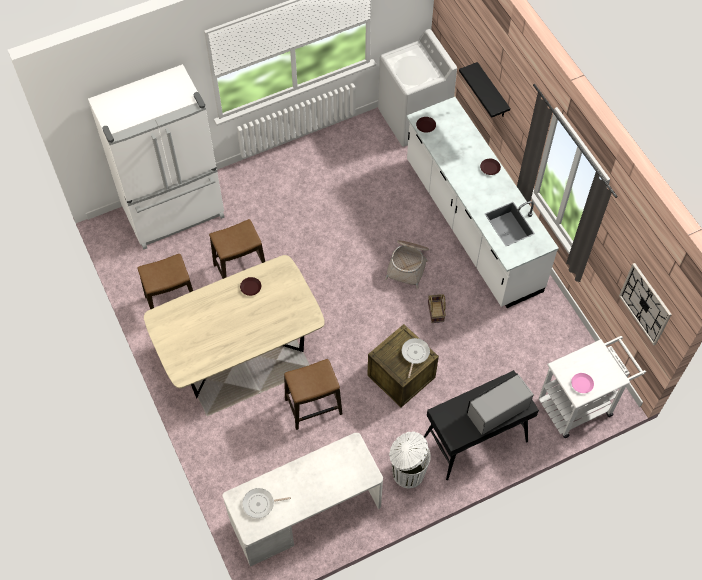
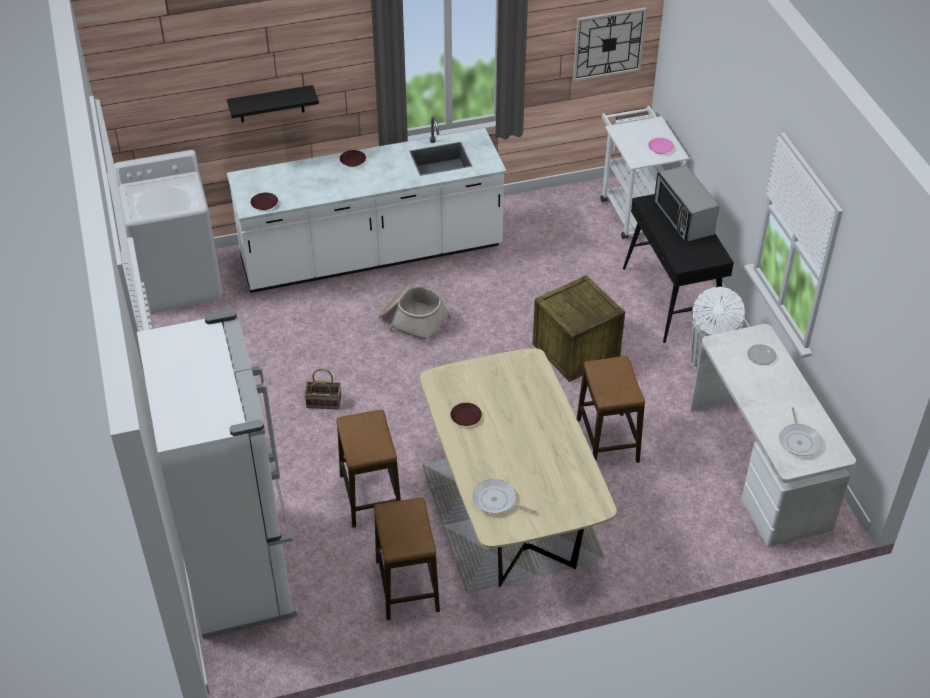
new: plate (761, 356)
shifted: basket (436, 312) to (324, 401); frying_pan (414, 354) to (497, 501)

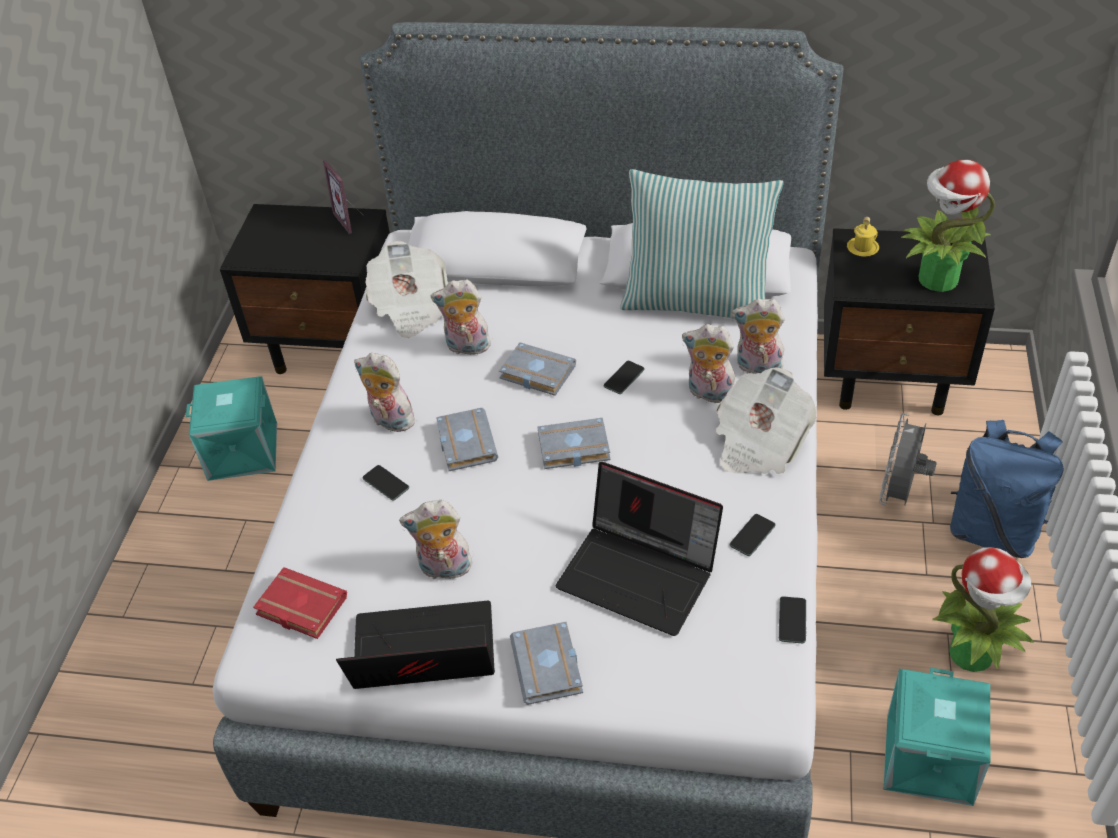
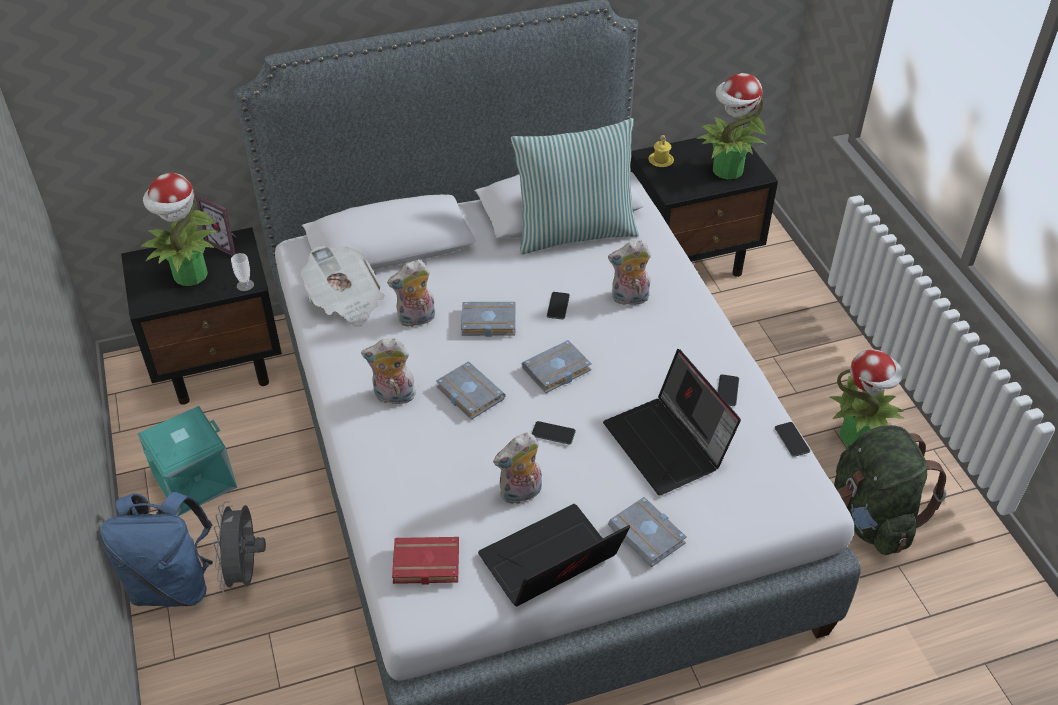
gone: newspaper (759, 443); plush_toy (757, 368)
new: potted_plant (190, 275); cup (245, 285)
shifted: blue_backpack (993, 531) to (173, 584); grey_fan (899, 493) to (245, 572); phone (385, 483) to (553, 433)
swapped: turquoise_storage_box (931, 759) to green_backpack (872, 518)
rotated: laptop (641, 574) = (668, 445) 60 degrees clockwise

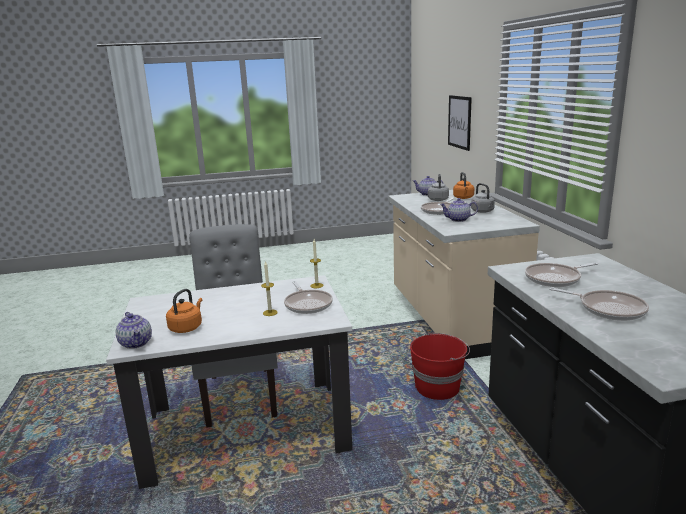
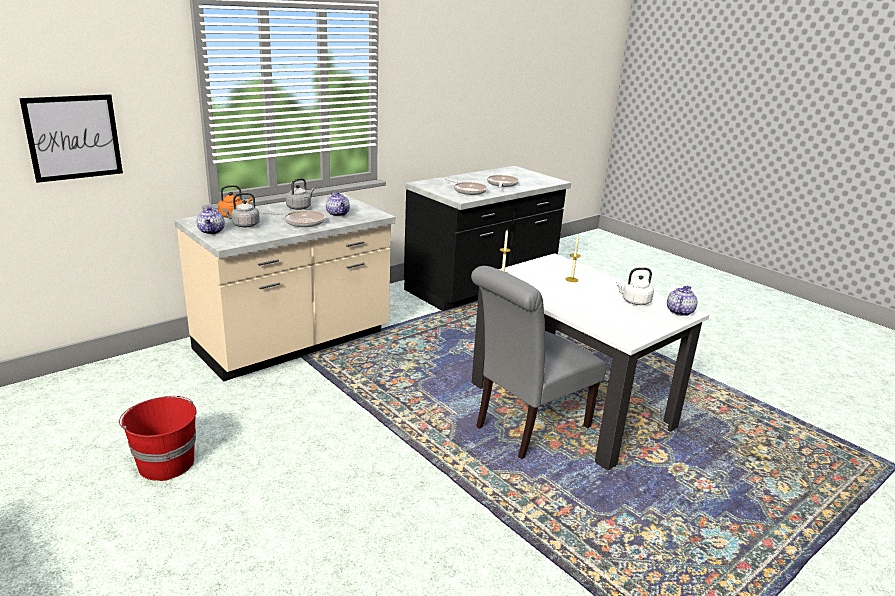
gone: frying_pan (307, 304)
shifted: red_bucket (438, 388) to (165, 463)
repainted: orange_kettle (187, 327) to white_kettle (634, 301)

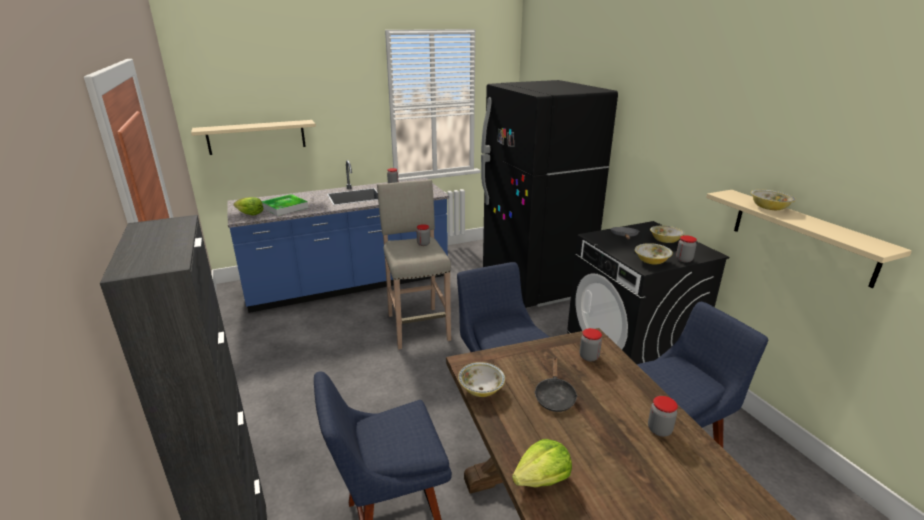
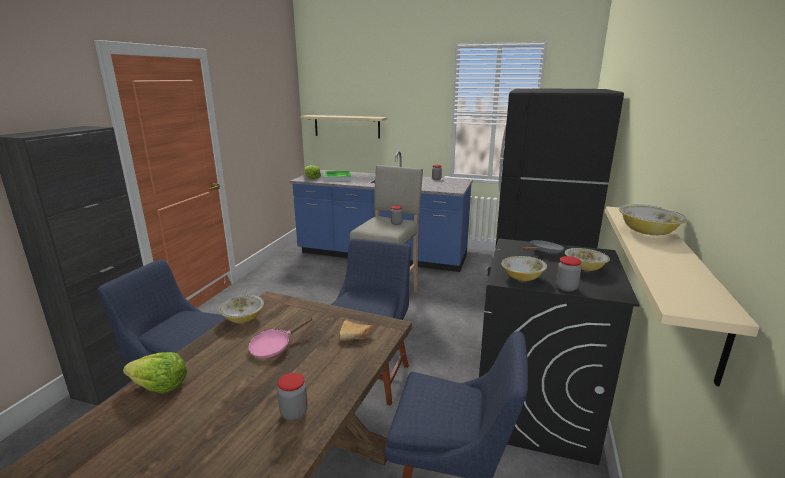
swapped: jar (589, 357) to bread (356, 336)
repainted: black_frying_pan (554, 396) to pink_frying_pan (274, 347)

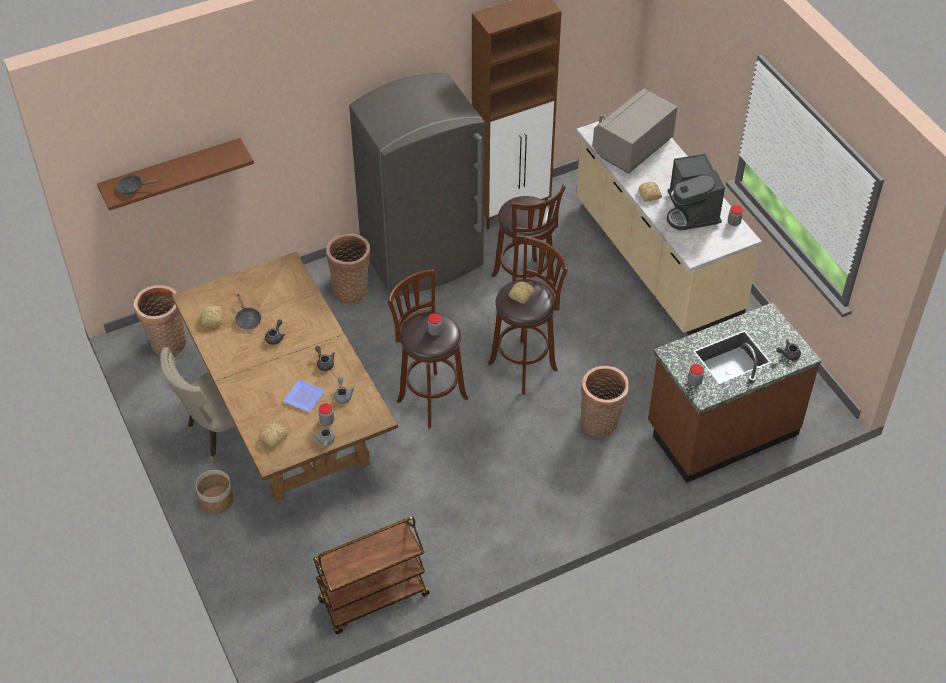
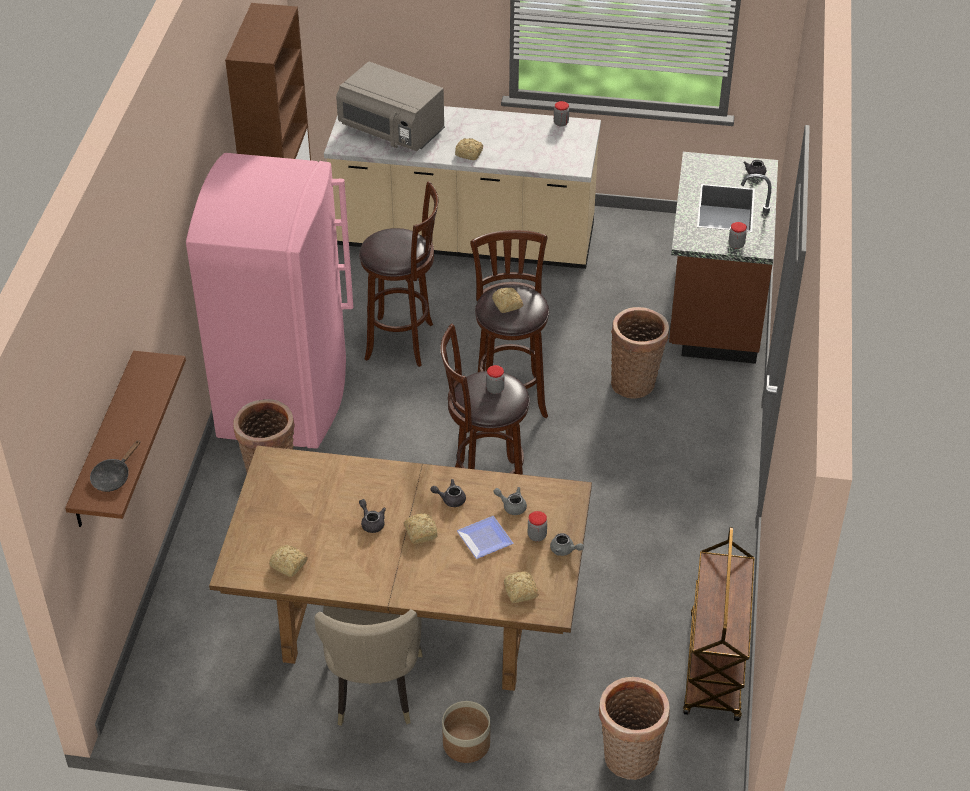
gone: black_frying_pan (247, 319); coffee_machine (691, 211)
new: bread (421, 532)
shifted: basket (166, 343) to (629, 760)
repainted: grey_fridge (423, 258) to pink_fridge (285, 398)
rotated: grey_microwave (632, 146) = (391, 131) 45 degrees counterclockwise

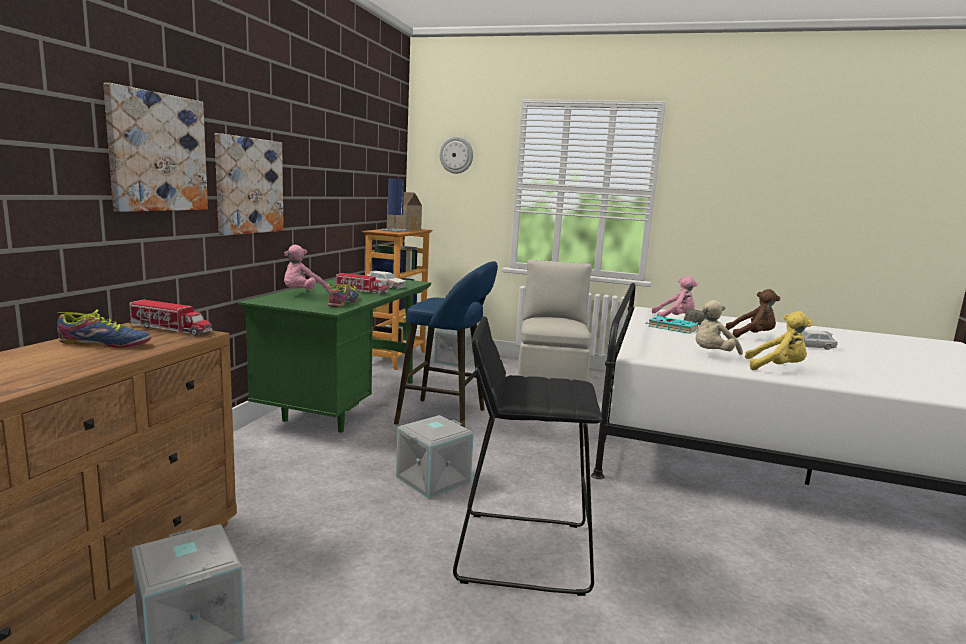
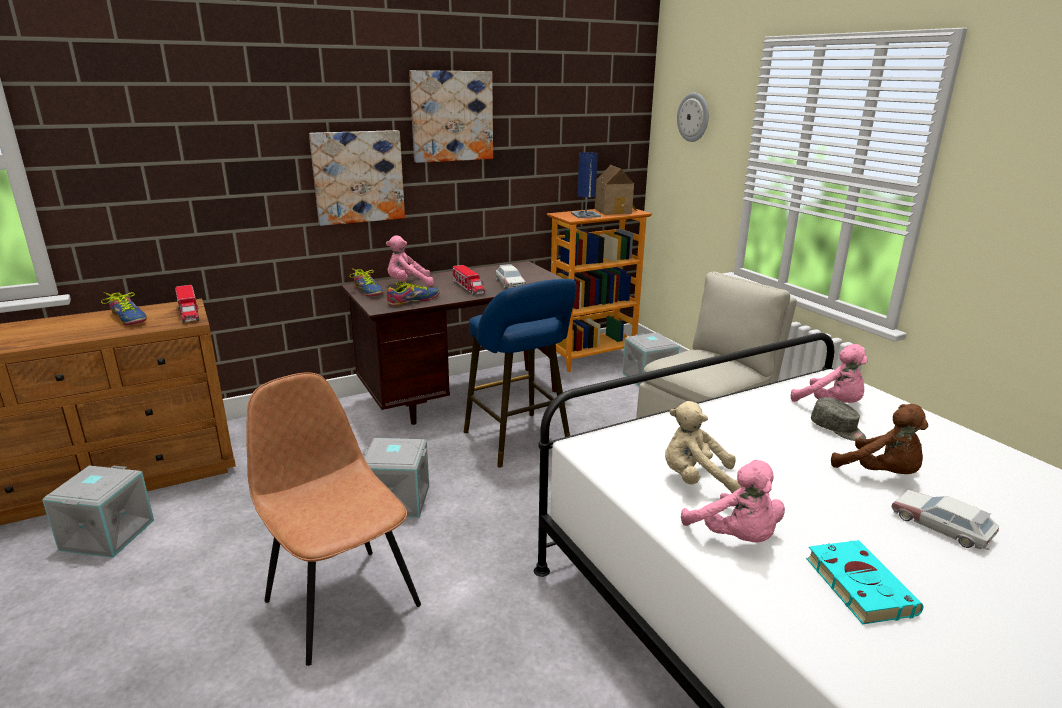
new: shoe (368, 291)
shifted: picture (157, 152) to (451, 116); turquoise_book (671, 328) to (857, 584)
swapped: black_stool (521, 550) to brown_chair (341, 600)
repainted: green_desk (346, 404) to brown_desk (463, 397); yellow_plush_toy (777, 368) to pink_plush_toy (735, 537)

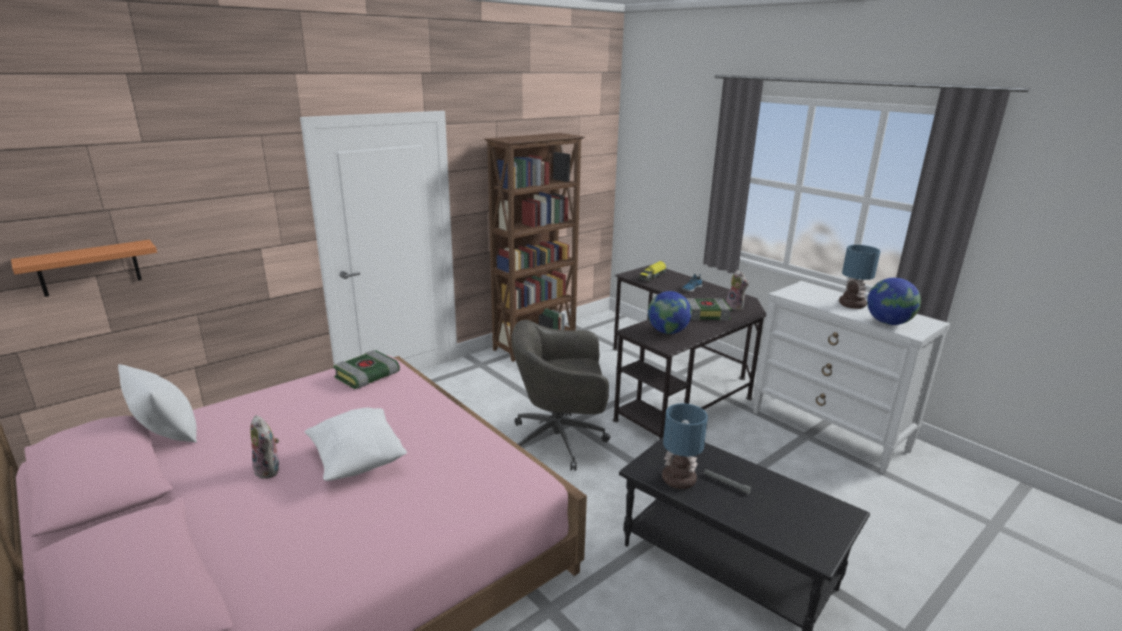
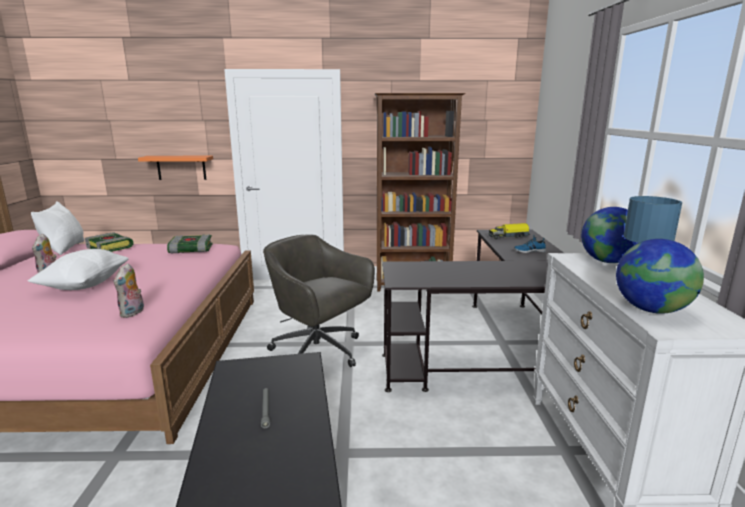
gone: table_lamp (680, 480)
shifted: book (706, 314) to (111, 248); plush_toy (735, 307) to (133, 313); orange_shelf (89, 268) to (181, 167); globe (667, 332) to (607, 261)

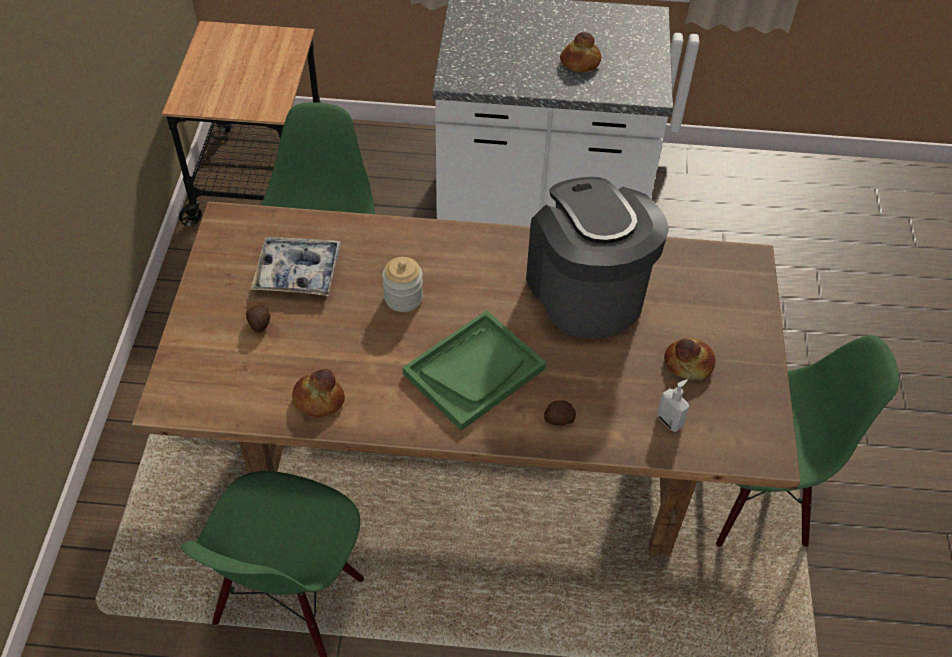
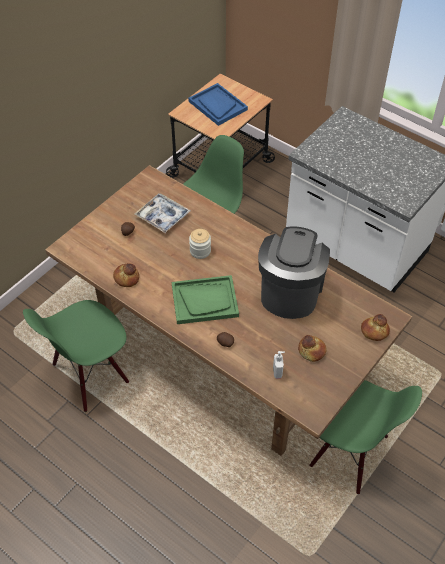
new: blue_tray (217, 105)
shifted: bread (579, 63) to (374, 331)

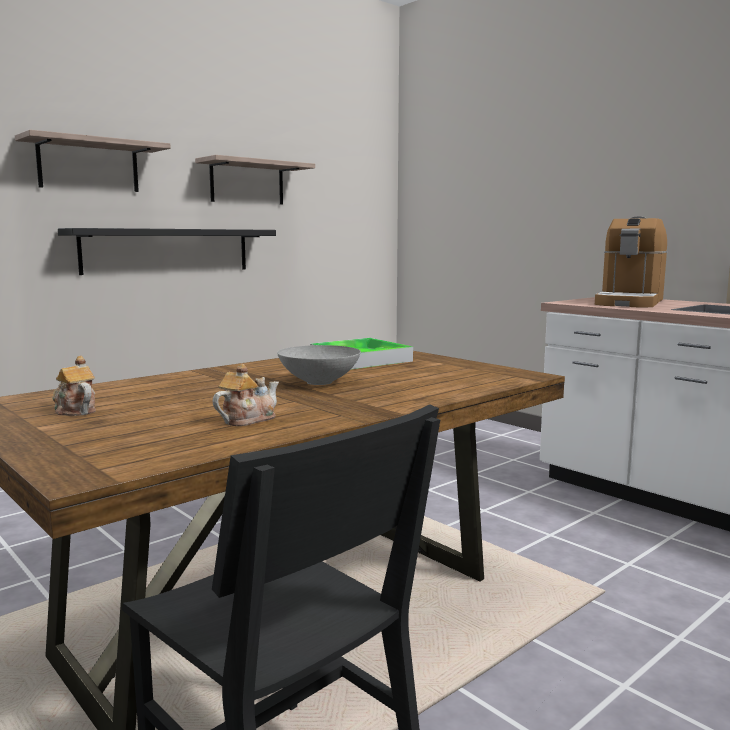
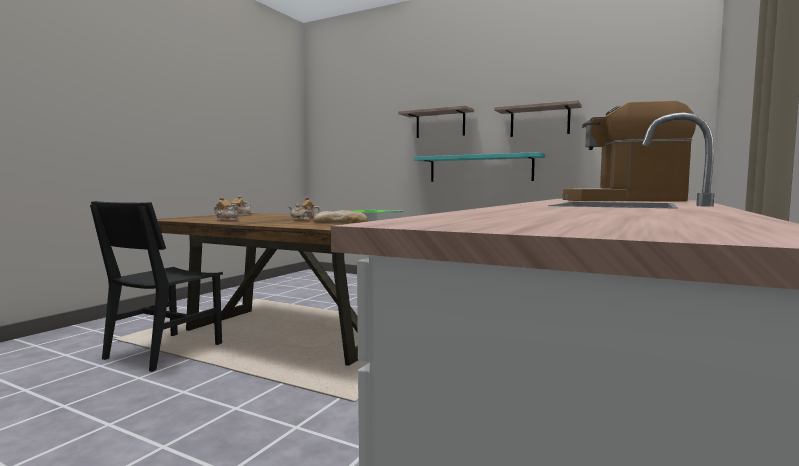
new: bread (340, 222)
swapped: grey_bowl (320, 382) to teapot (304, 220)
repainted: black_shelf (168, 250) to turquoise_shelf (480, 168)

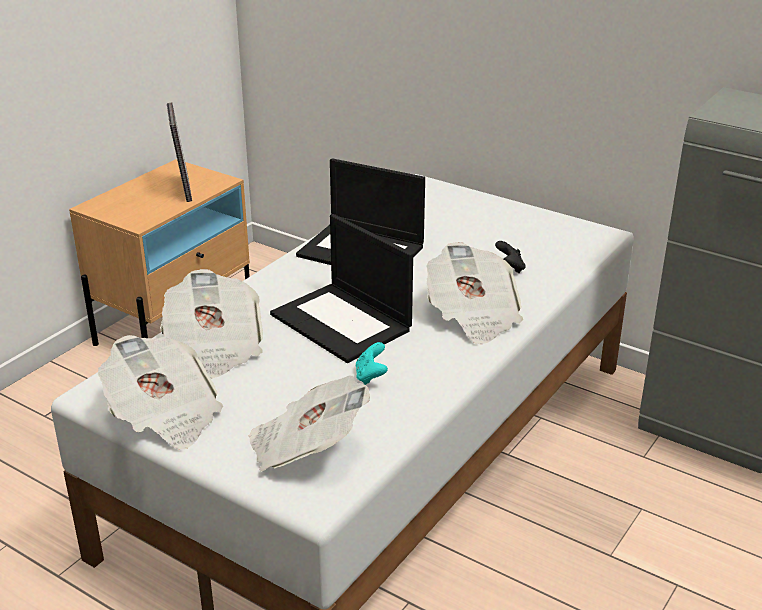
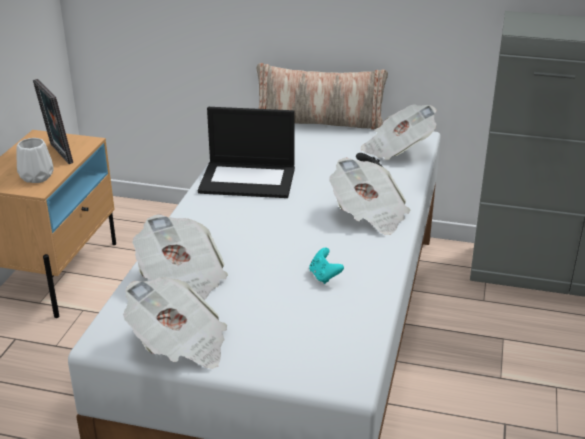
gone: laptop (343, 322)
new: white_vase (37, 177); pillow (319, 122)
shifted: newspaper (306, 448) to (397, 149)

